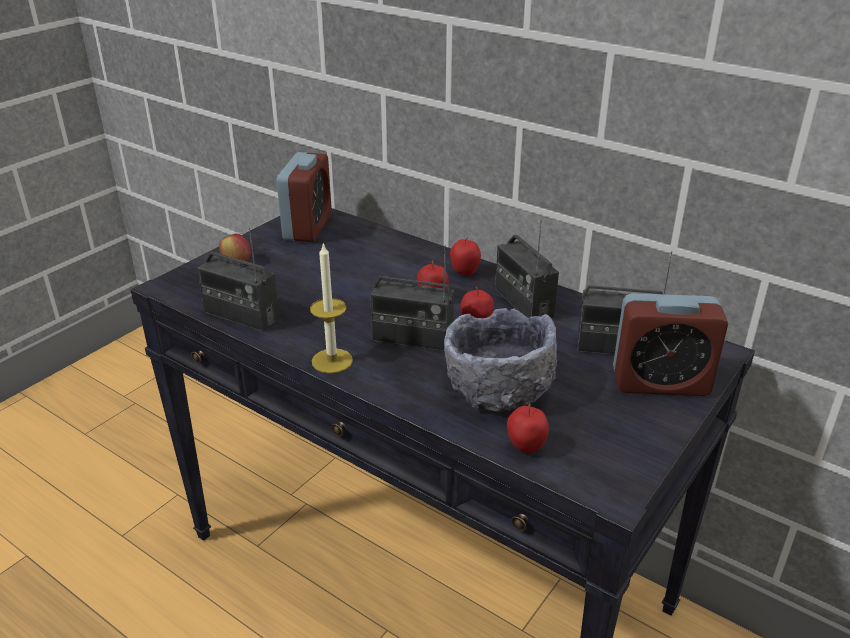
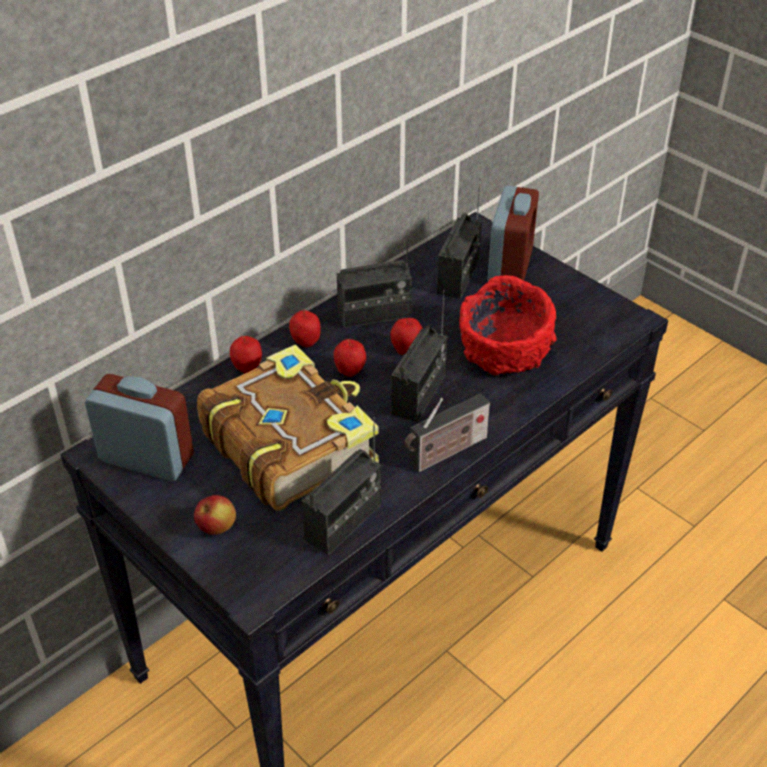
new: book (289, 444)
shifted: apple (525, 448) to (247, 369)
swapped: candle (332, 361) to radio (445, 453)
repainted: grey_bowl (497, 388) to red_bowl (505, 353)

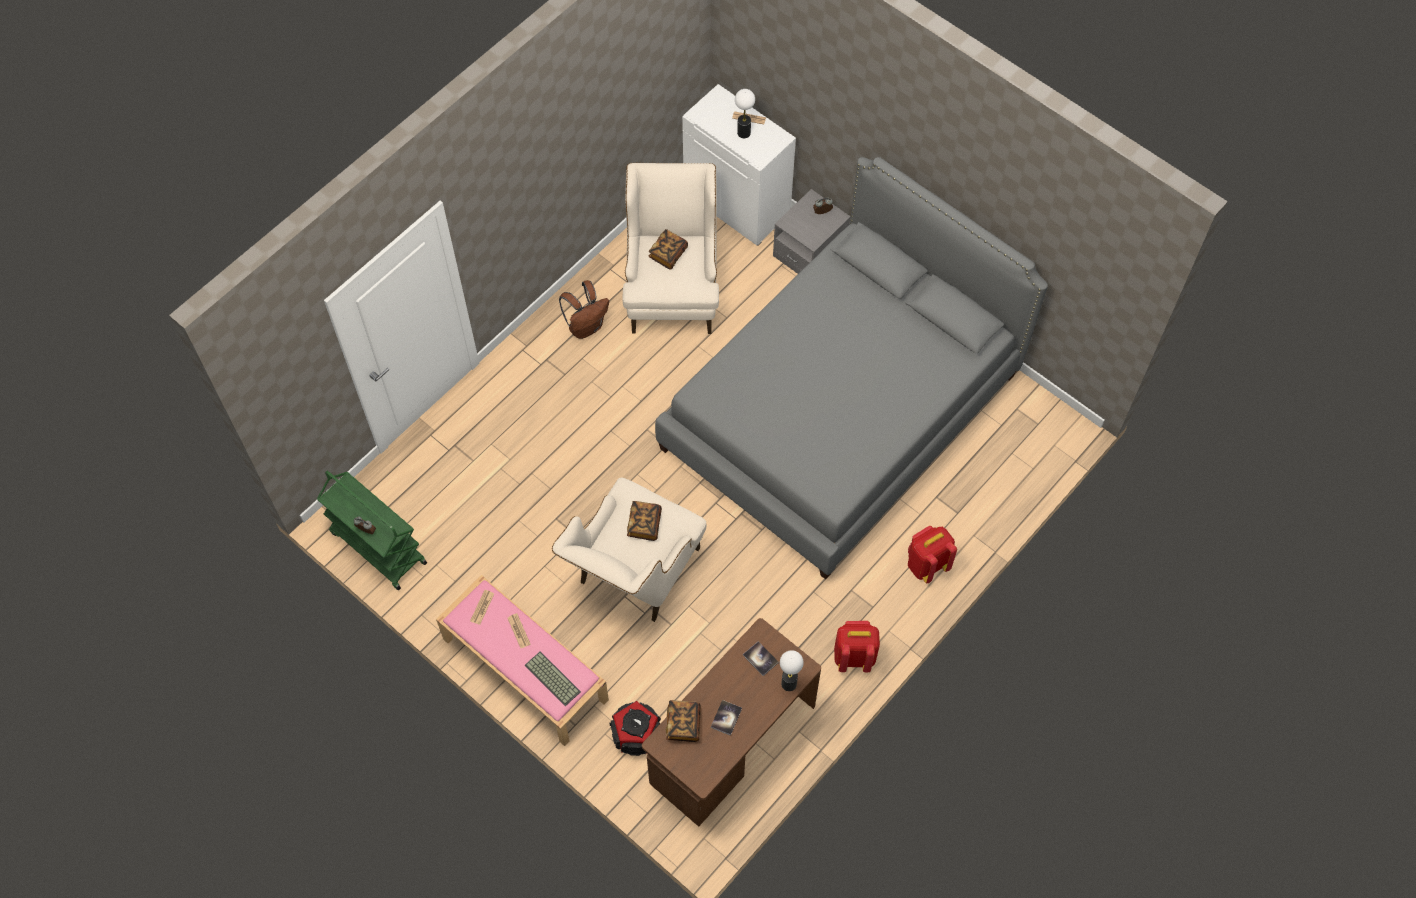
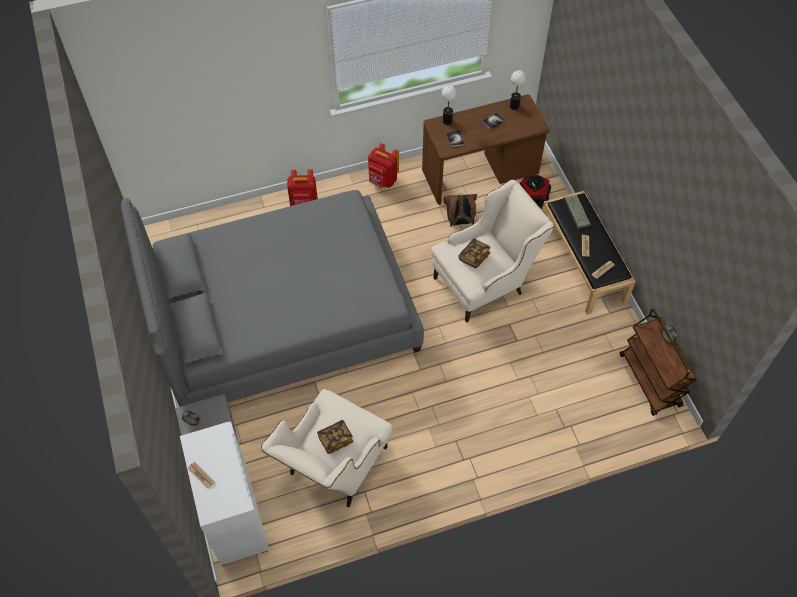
gone: book (683, 724)
shifted: brown_backpack (586, 326) to (459, 222); table_lamp (744, 133) to (514, 106)
repainted: pink_bench (524, 669) to black_bench (583, 262); green_cart (377, 547) to brown_cart (650, 381)

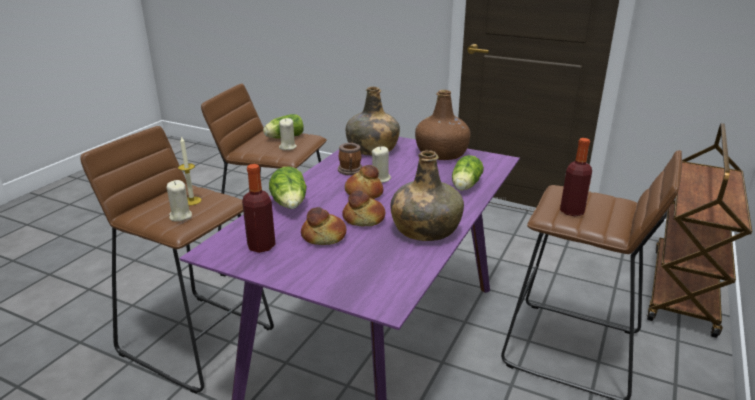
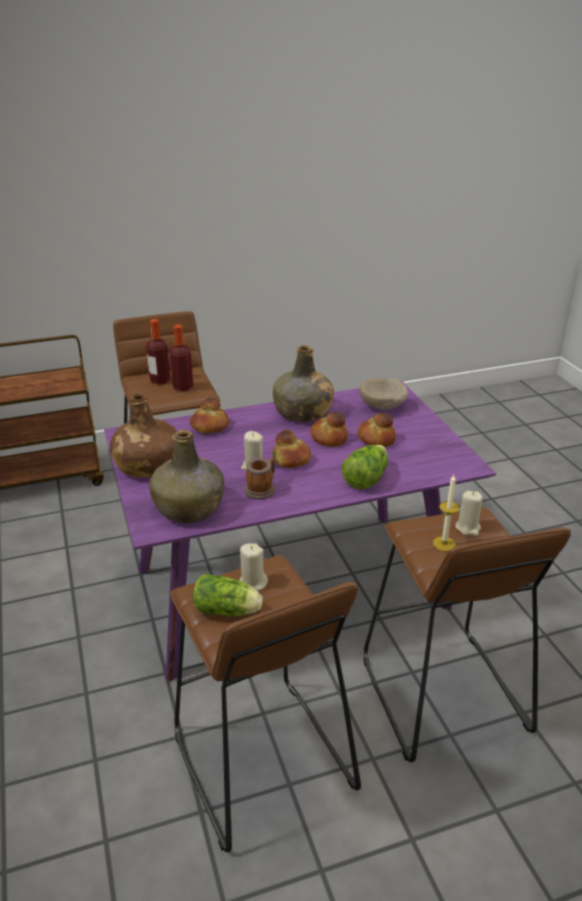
new: beige_bowl (383, 407)
shifted: bottle (261, 246) to (160, 380)
swapped: lettuce (465, 186) to bread (209, 426)

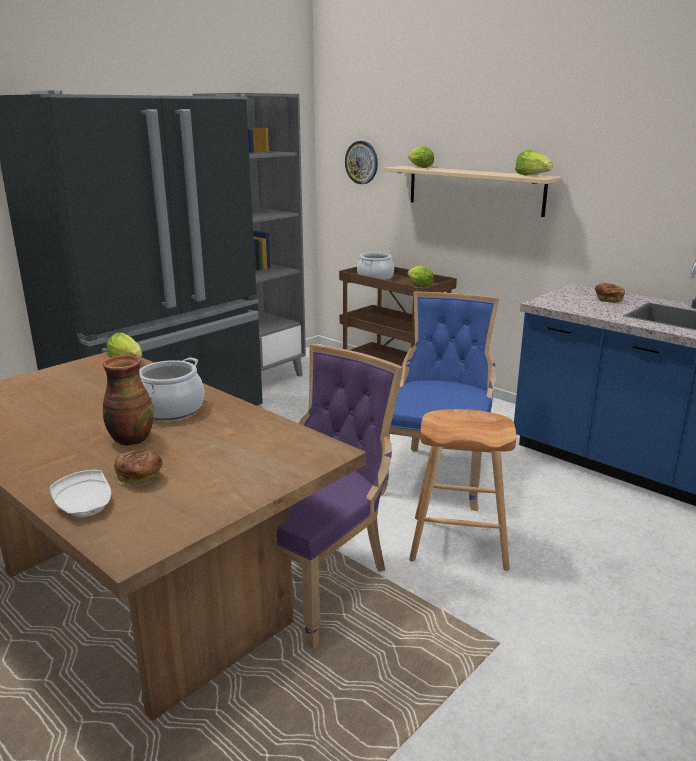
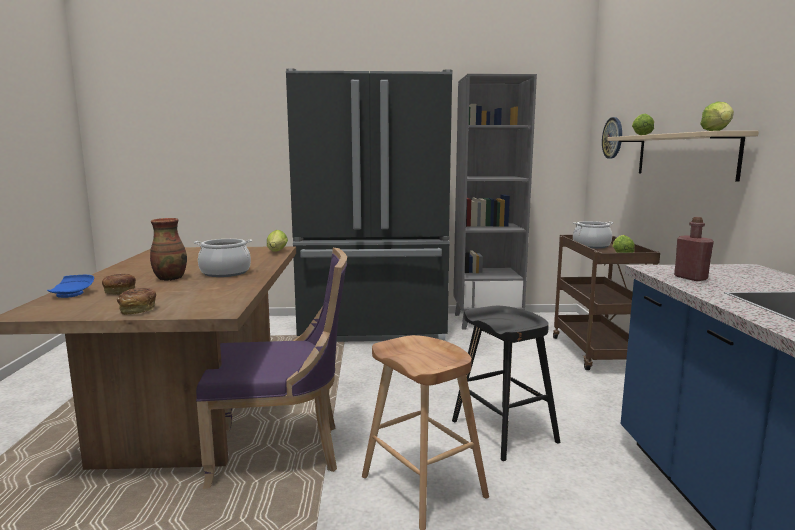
new: red_bottle (690, 278)
shifted: bread (608, 299) to (138, 310)
swapped: blue_chair (437, 474) to black_stool (503, 431)
repainted: white_plate (86, 505) to blue_plate (72, 294)

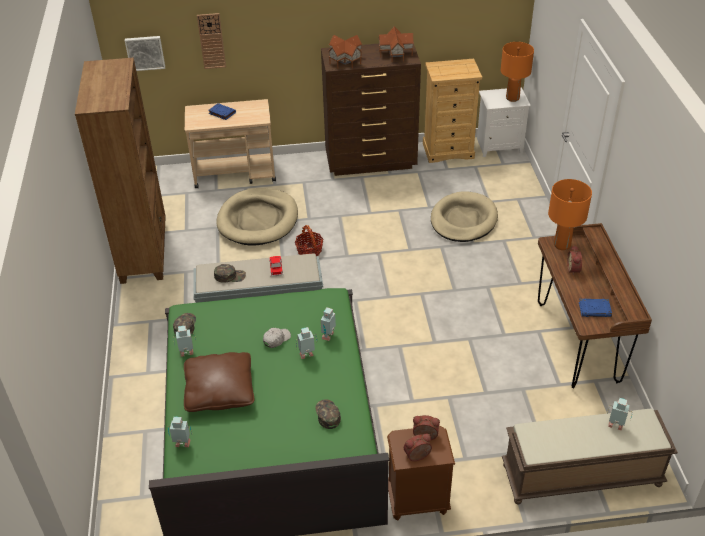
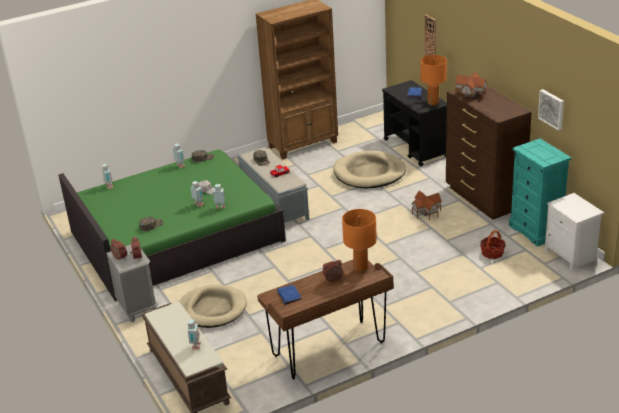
gone: brown_pillow (220, 390)
shifted: beige_dog_bed (463, 220) to (212, 309); toy_house (395, 53) to (426, 212); orange_table_lamp (512, 98) to (433, 103); basket (309, 250) to (492, 253); picture (145, 52) to (552, 109)
repainted: brown_nightstand (417, 501) to grey_nightstand (137, 308); beige_cart (235, 173) to black_cart (416, 148); beige_dresser (448, 150) to turquoise_dresser (536, 231)

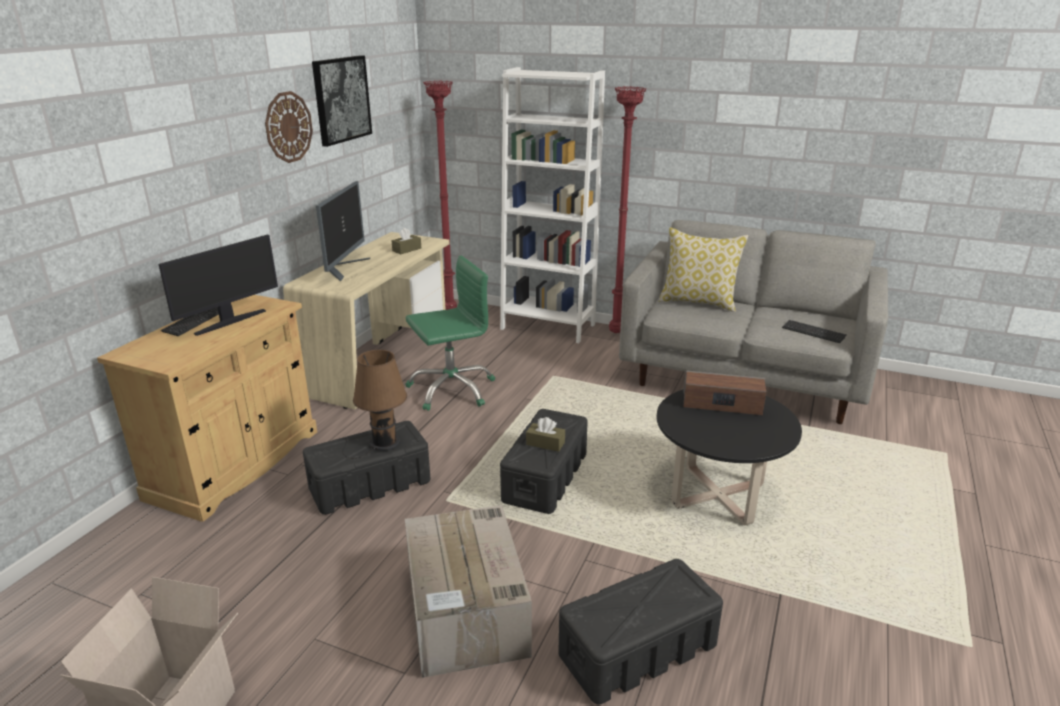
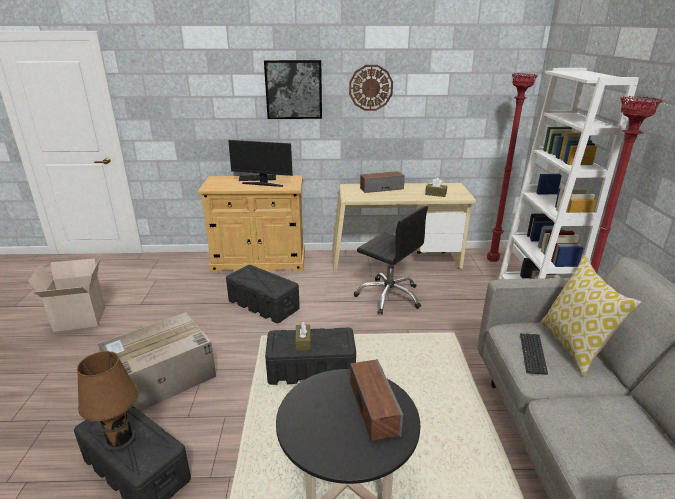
shifted: brown_table_lamp (380, 443) to (118, 436); picture (341, 99) to (293, 89); keyboard (813, 332) to (532, 354)
swapped: monitor (343, 268) to speaker (381, 188)
repainted: green_office_chair (451, 389) to black_office_chair (389, 296)

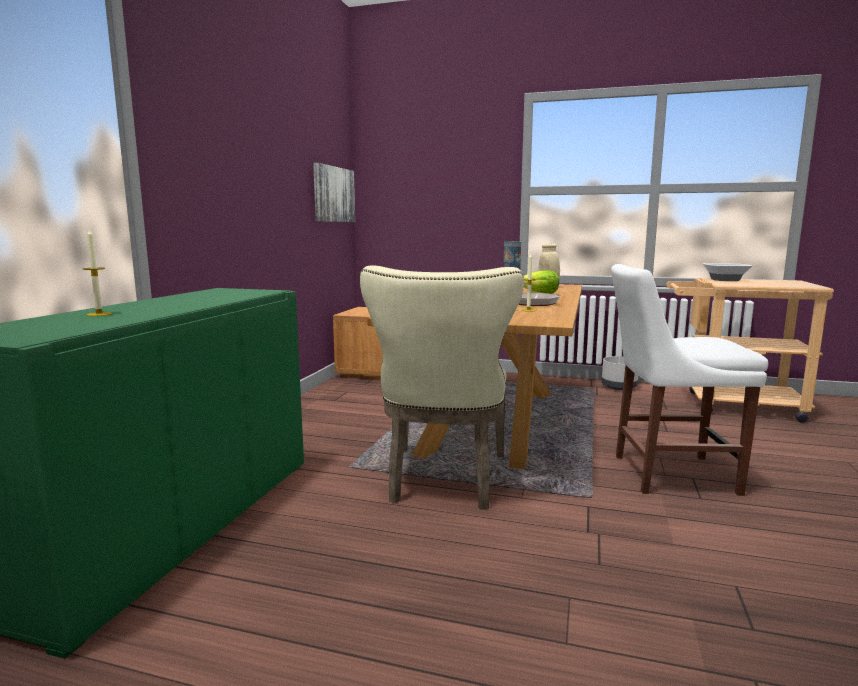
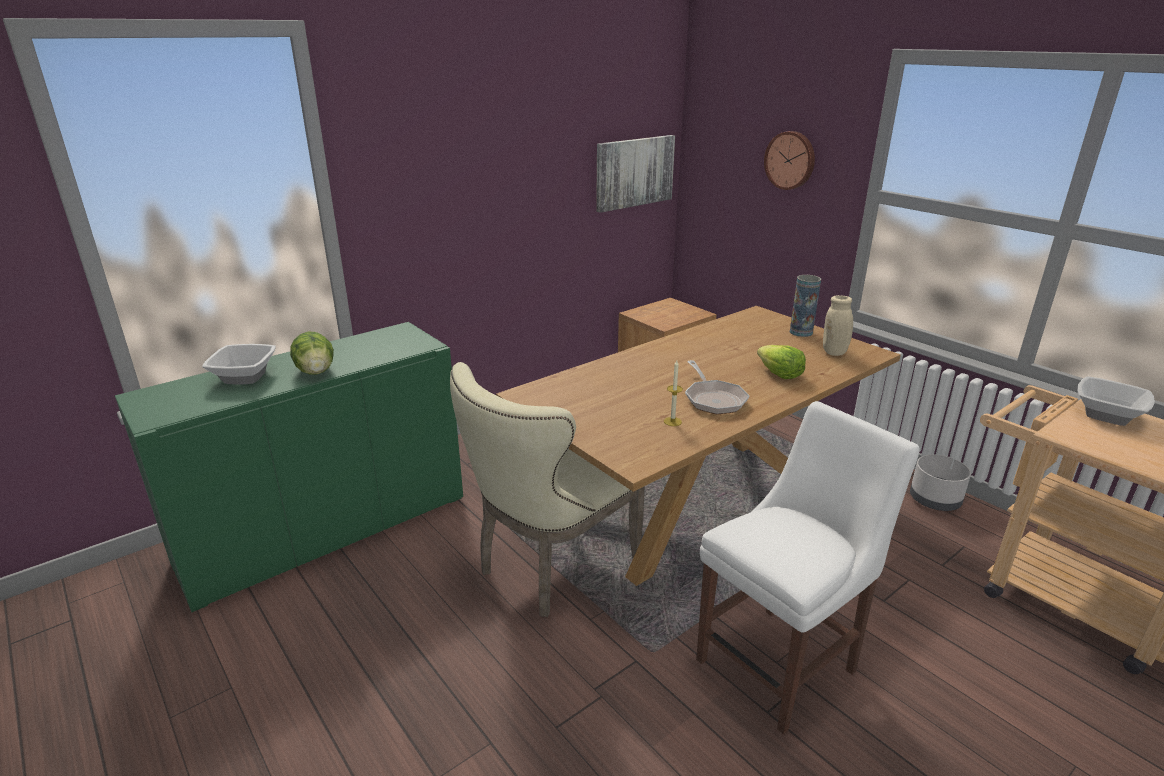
new: lettuce (316, 372); wall_clock (790, 160)
swapped: candle (99, 314) to bowl (246, 377)
rotated: white_chair (667, 473) = (781, 662) 105 degrees clockwise

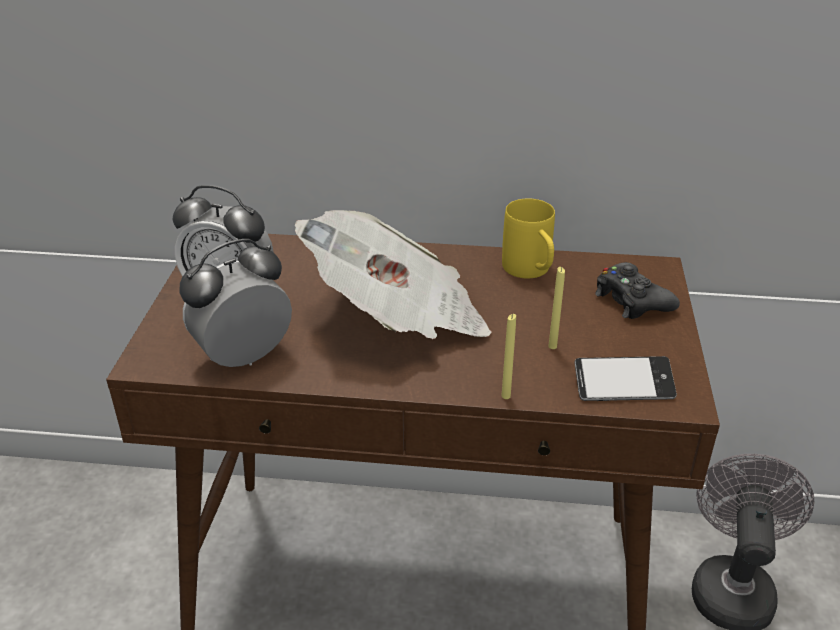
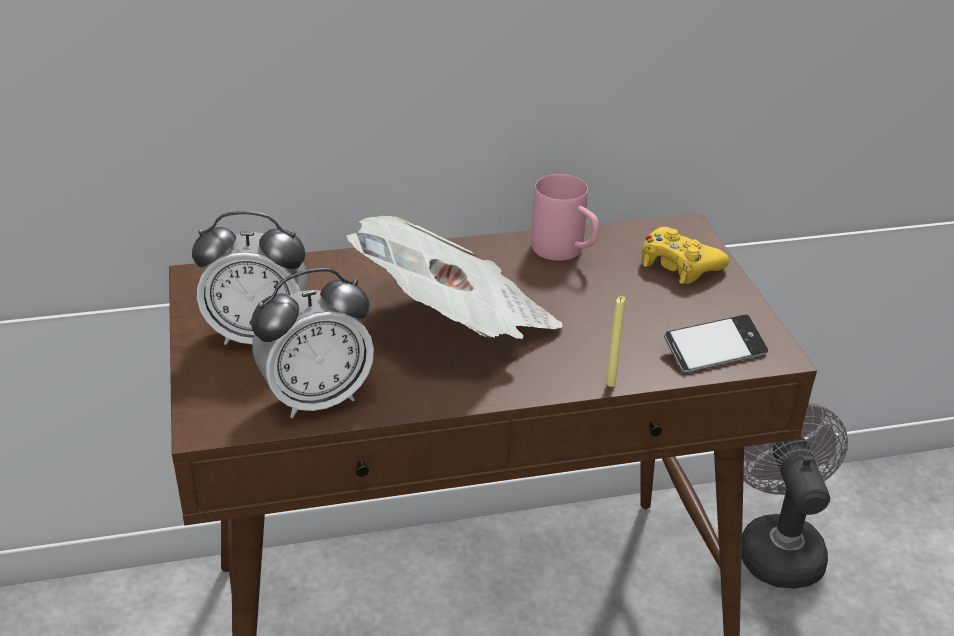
gone: yellow_candle (552, 346)
repainted: yellow_mug (531, 272) to pink_mug (565, 252); black_game_controller (632, 300) to yellow_game_controller (679, 265)
rotated: alarm_clock (244, 357) = (316, 398) 150 degrees counterclockwise

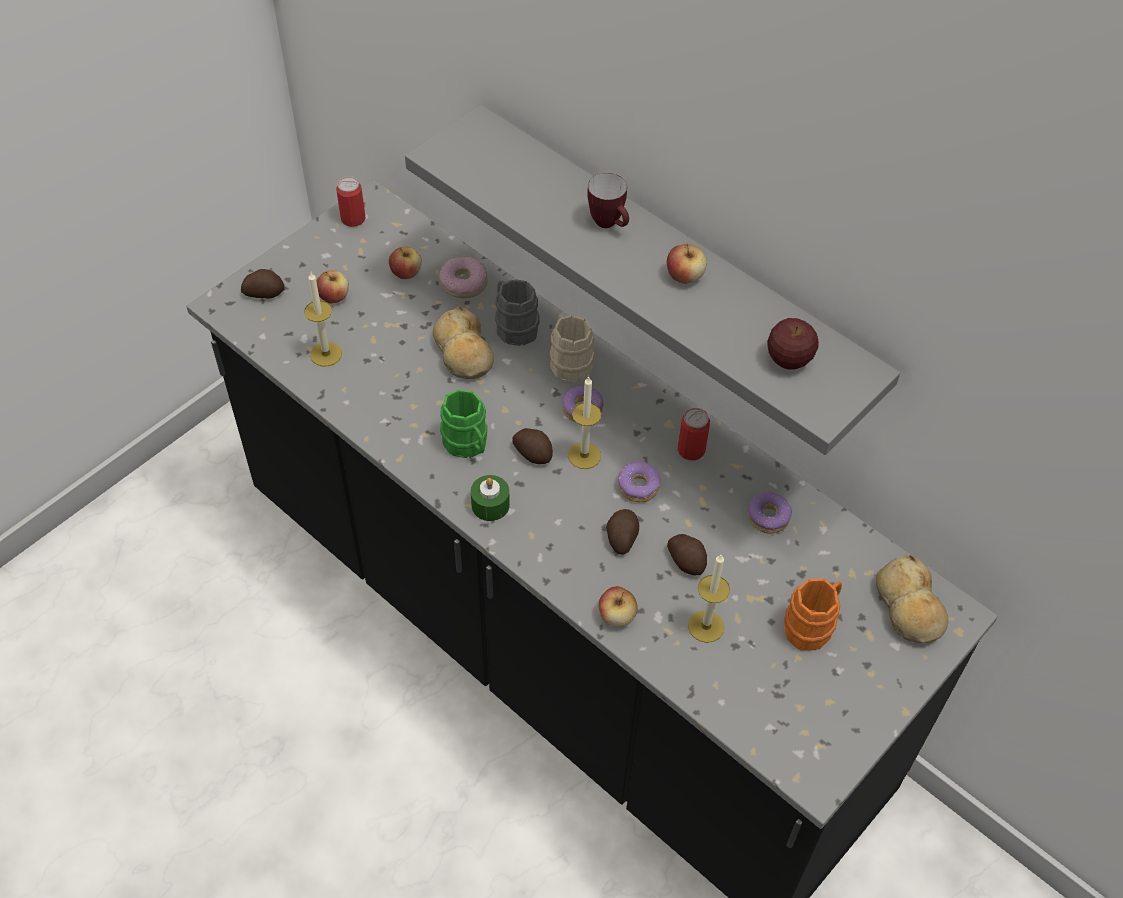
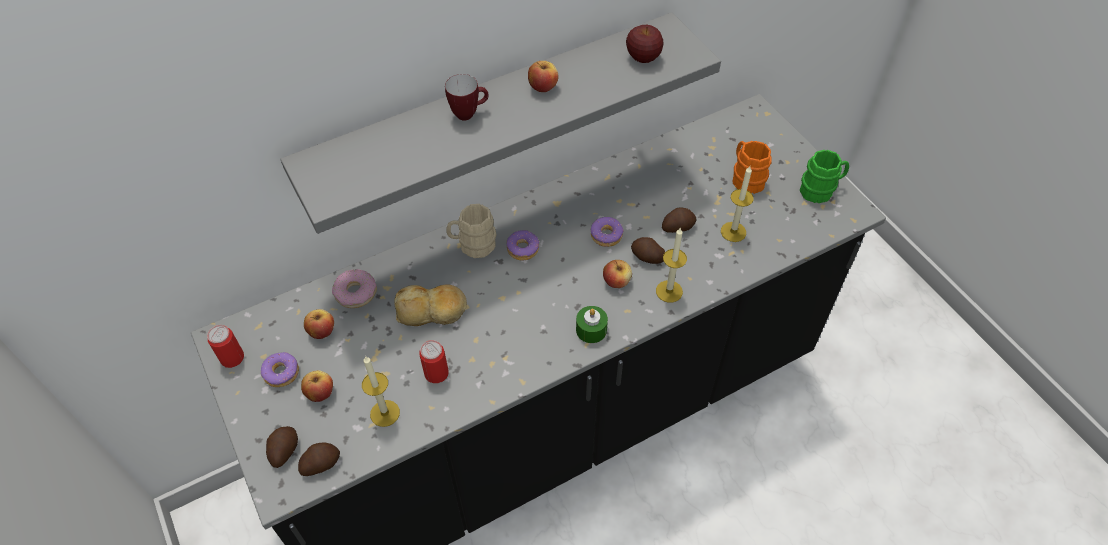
gone: grey_mug (514, 326); bread (908, 608)
shifted: donut (768, 517) to (282, 373); potato (533, 452) to (320, 463); can (691, 450) to (436, 373); apple (617, 616) to (616, 281); candle (584, 455) to (669, 291); green_mug (468, 445) to (821, 190)

